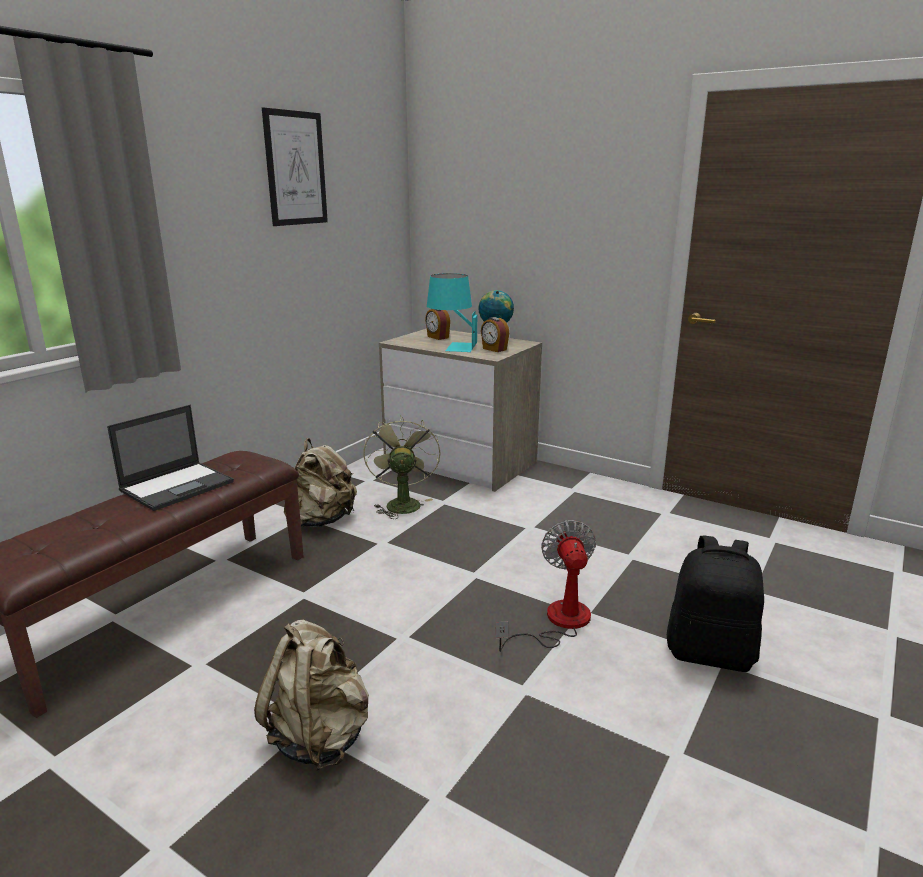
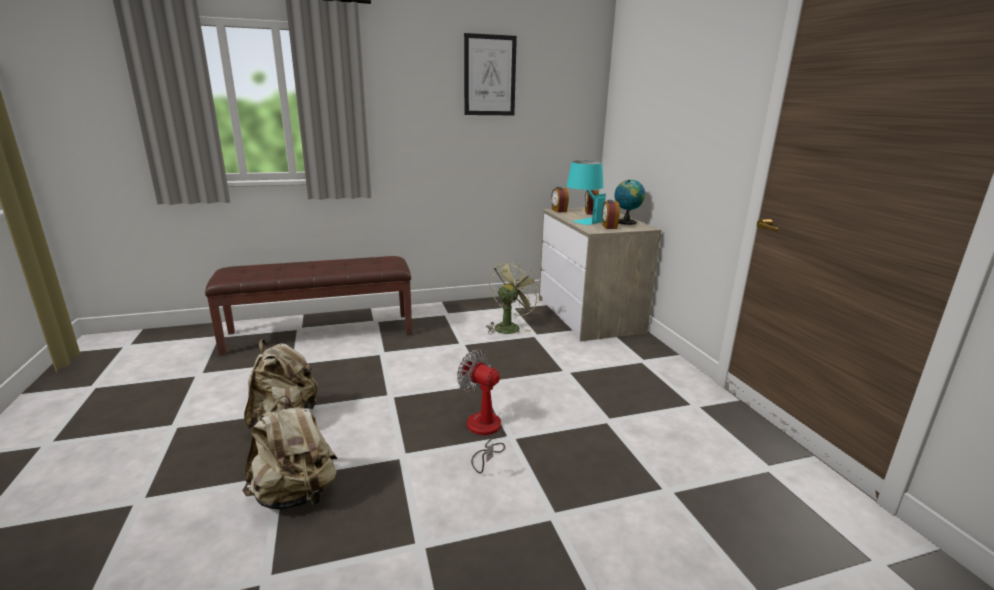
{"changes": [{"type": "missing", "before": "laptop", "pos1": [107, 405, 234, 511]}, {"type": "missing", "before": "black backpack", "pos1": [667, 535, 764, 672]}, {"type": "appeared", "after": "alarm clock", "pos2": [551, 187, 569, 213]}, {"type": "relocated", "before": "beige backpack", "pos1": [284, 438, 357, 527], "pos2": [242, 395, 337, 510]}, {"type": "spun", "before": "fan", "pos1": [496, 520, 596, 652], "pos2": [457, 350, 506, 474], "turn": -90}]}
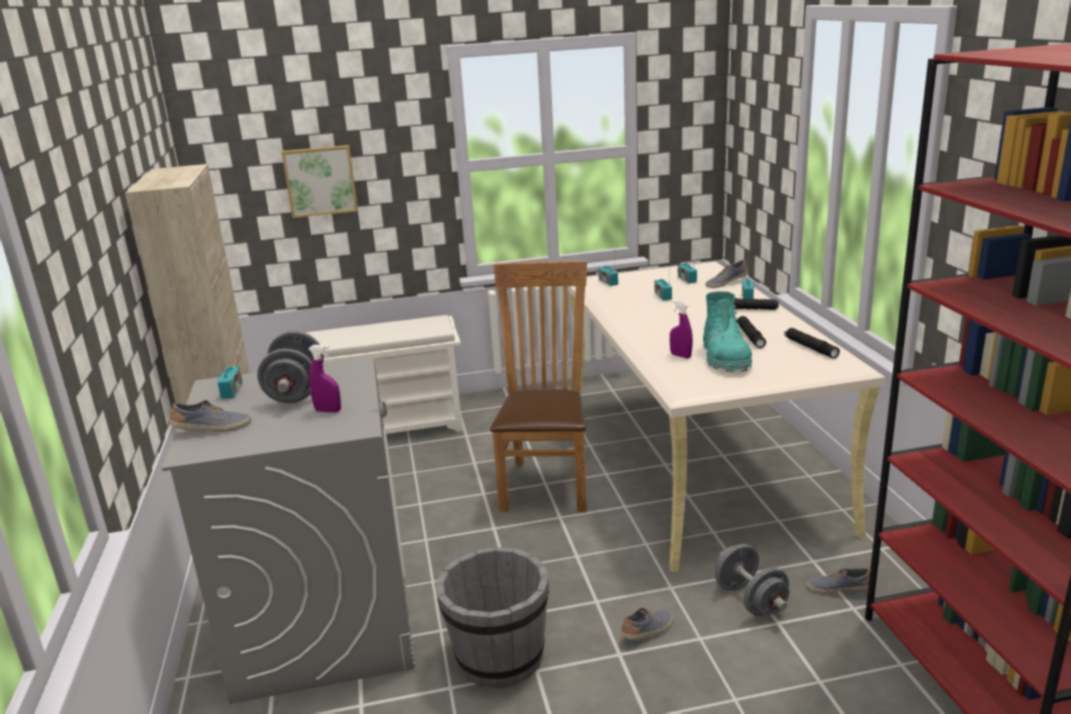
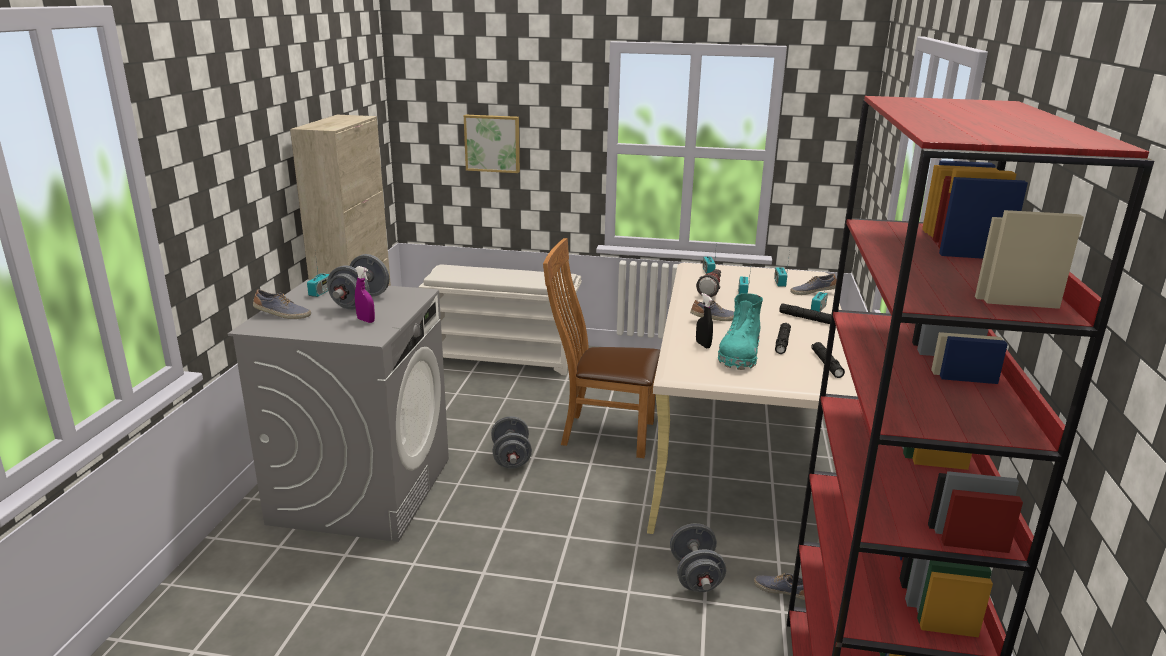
{"changes": [{"type": "missing", "before": "grey bucket", "pos1": [436, 547, 549, 689]}, {"type": "appeared", "after": "grey dumbbell", "pos2": [491, 416, 532, 469]}, {"type": "appeared", "after": "flashlight", "pos2": [696, 269, 721, 297]}, {"type": "relocated", "before": "shoe", "pos1": [621, 608, 673, 640], "pos2": [690, 300, 734, 321]}, {"type": "colour", "before": "purple spray bottle", "after": "black spray bottle", "pos1": [670, 300, 693, 359], "pos2": [696, 293, 713, 348]}, {"type": "spun", "before": "brown chair", "pos1": [490, 261, 587, 512], "pos2": [543, 238, 660, 458], "turn": -105}]}
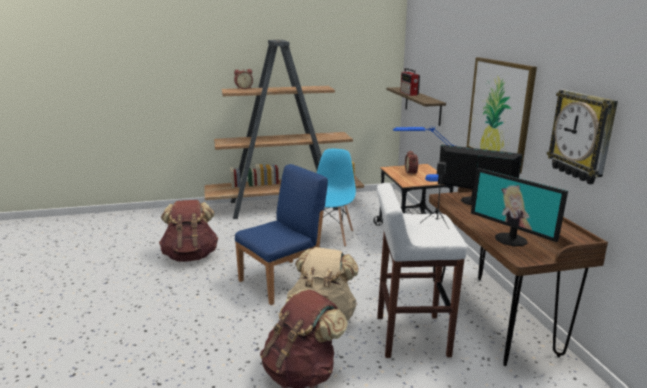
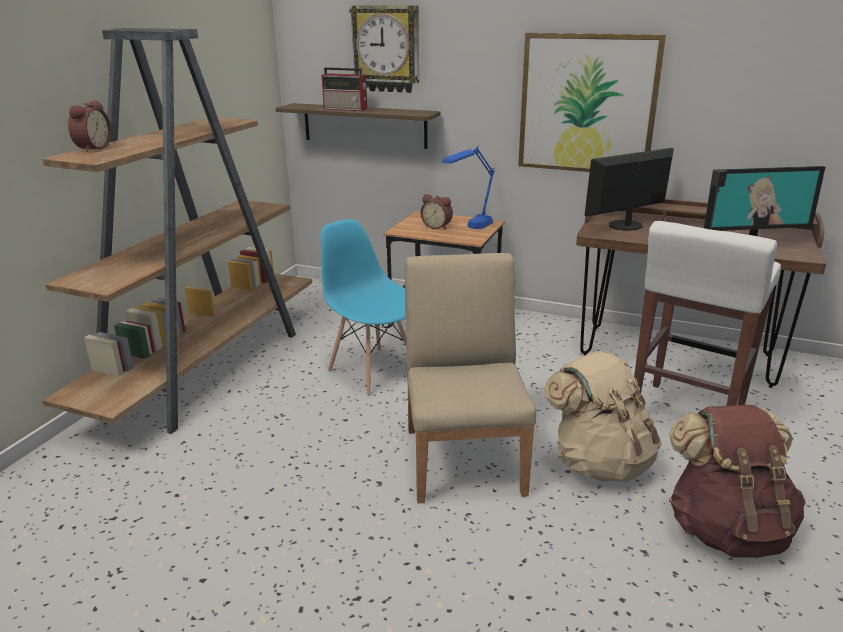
{"changes": [{"type": "missing", "before": "brown backpack", "pos1": [159, 200, 218, 262]}, {"type": "relocated", "before": "wall clock", "pos1": [547, 89, 618, 184], "pos2": [349, 6, 419, 93]}, {"type": "colour", "before": "blue chair", "after": "beige chair", "pos1": [235, 164, 328, 305], "pos2": [405, 253, 537, 504]}]}
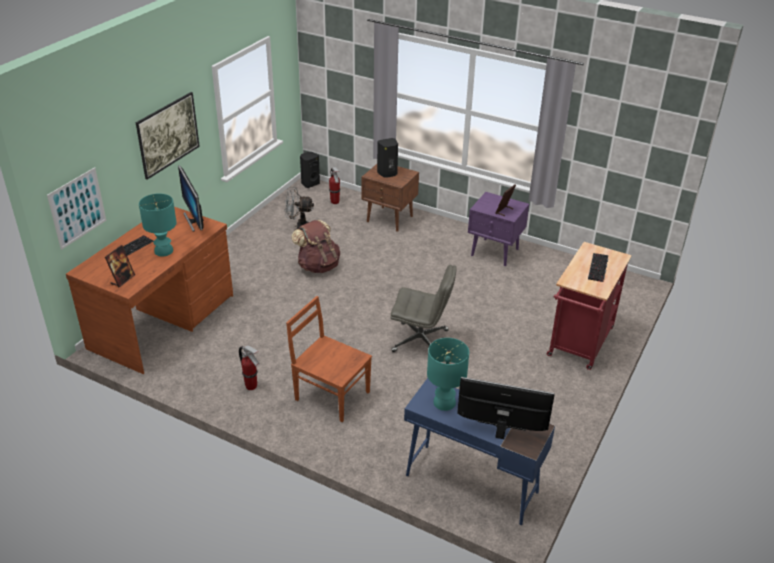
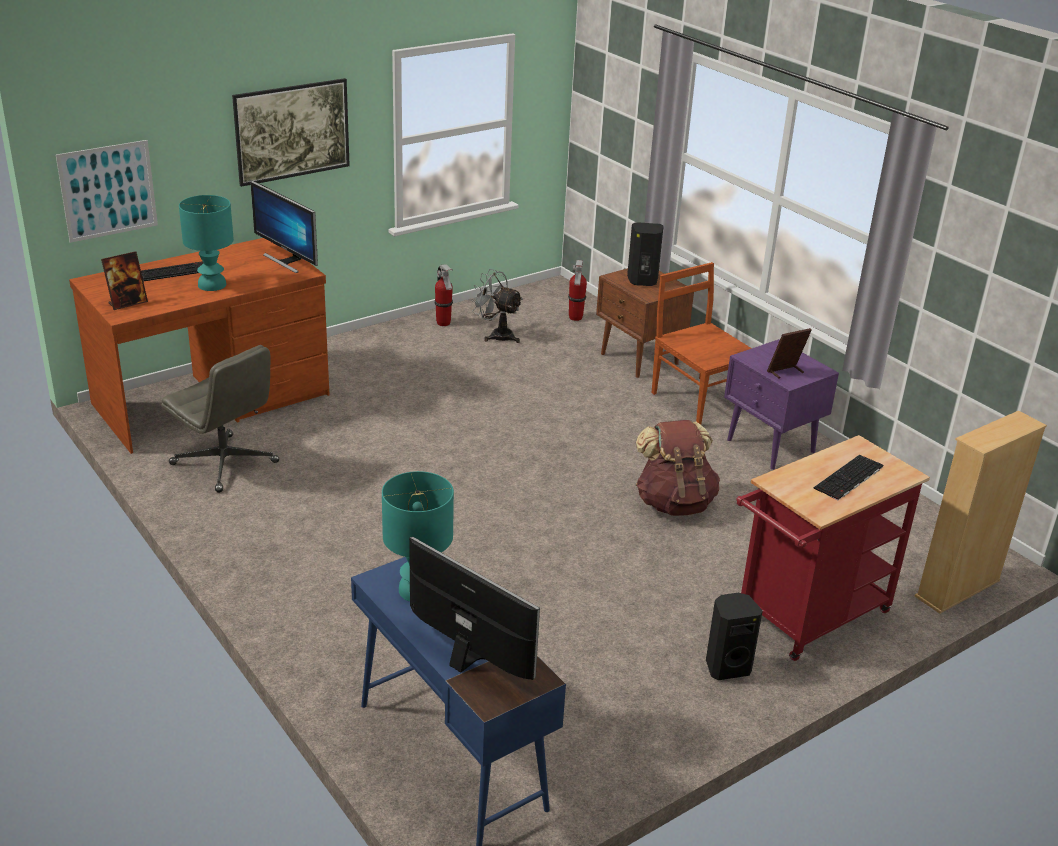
{"changes": [{"type": "appeared", "after": "beige bookcase", "pos2": [915, 411, 1047, 614]}, {"type": "relocated", "before": "fire extinguisher", "pos1": [239, 345, 259, 390], "pos2": [434, 264, 453, 326]}, {"type": "relocated", "before": "brown chair", "pos1": [286, 296, 372, 422], "pos2": [652, 262, 752, 425]}, {"type": "relocated", "before": "brown backpack", "pos1": [291, 220, 340, 273], "pos2": [636, 420, 720, 516]}, {"type": "relocated", "before": "black speaker", "pos1": [300, 152, 320, 188], "pos2": [706, 593, 763, 680]}, {"type": "relocated", "before": "grey office chair", "pos1": [390, 265, 457, 352], "pos2": [161, 345, 279, 493]}, {"type": "spun", "before": "monitor", "pos1": [178, 165, 204, 231], "pos2": [250, 181, 318, 273], "turn": -45}]}
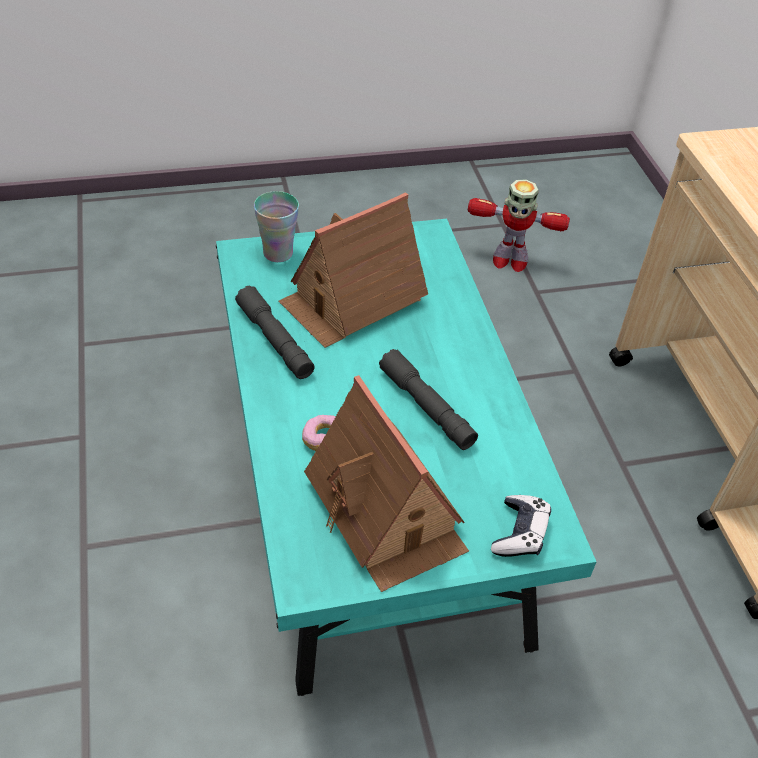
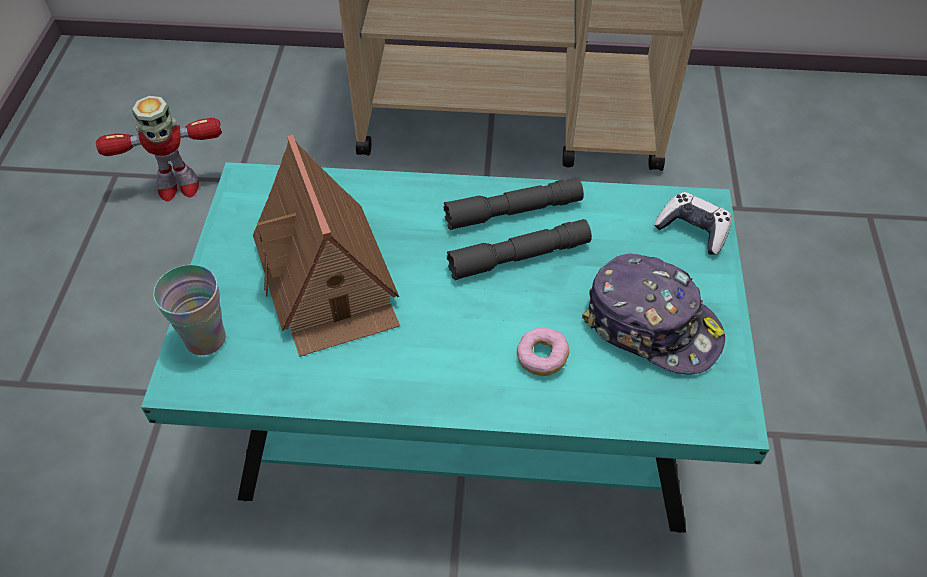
{"changes": [{"type": "relocated", "before": "grey flashlight", "pos1": [235, 286, 315, 379], "pos2": [444, 178, 584, 230]}, {"type": "exchanged", "before": "toy house", "after": "cap", "pos1": [304, 375, 469, 592], "pos2": [582, 253, 726, 375]}, {"type": "spun", "before": "toy robot", "pos1": [468, 179, 570, 272], "pos2": [96, 96, 222, 202], "turn": 45}]}
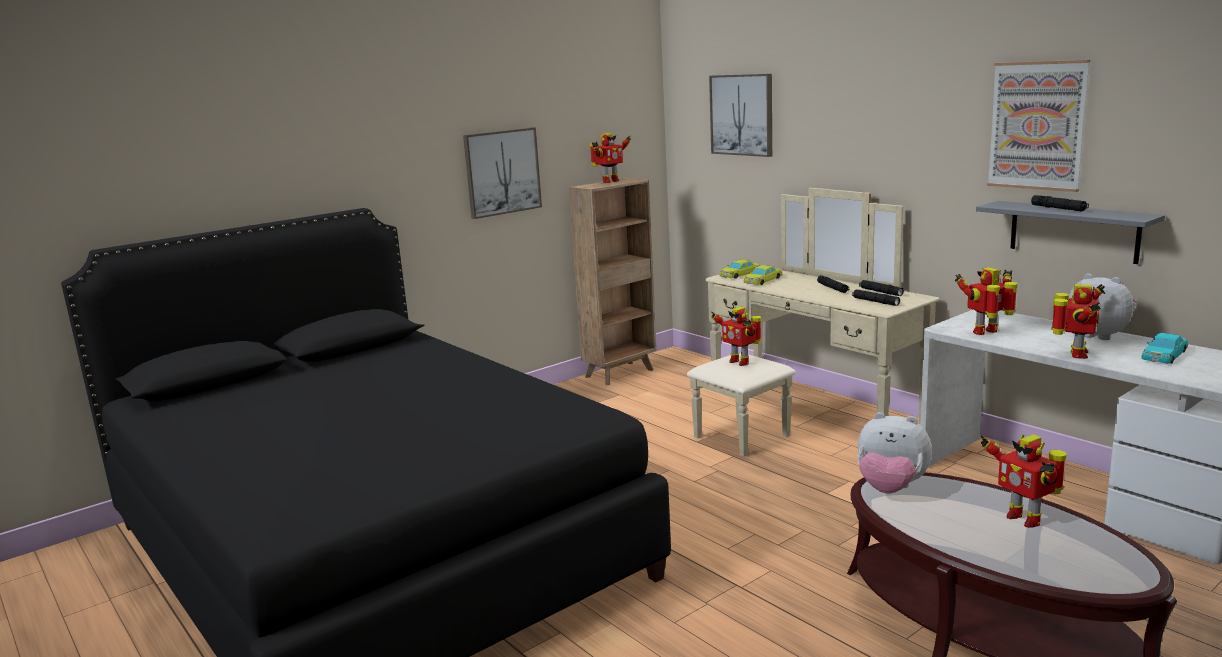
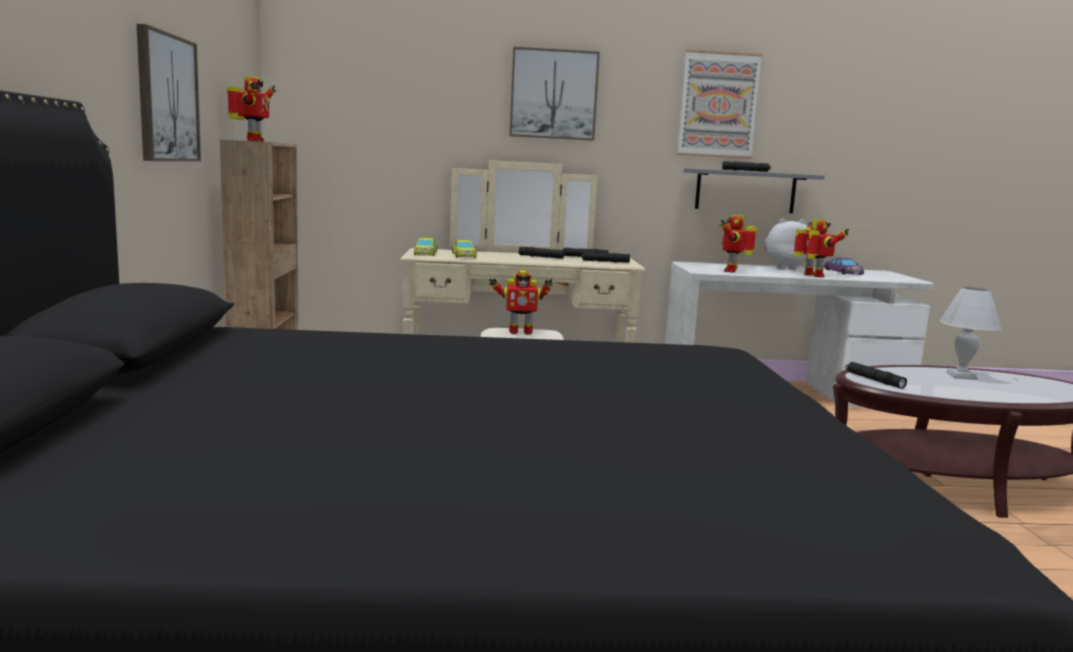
{"changes": [{"type": "relocated", "before": "picture", "pos1": [709, 74, 772, 157], "pos2": [510, 47, 600, 141]}, {"type": "exchanged", "before": "plush toy", "after": "black flashlight", "pos1": [857, 412, 932, 494], "pos2": [845, 362, 907, 389]}, {"type": "exchanged", "before": "toy robot", "after": "white table lamp", "pos1": [981, 434, 1067, 528], "pos2": [940, 287, 1001, 380]}, {"type": "colour", "before": "turquoise toy car", "after": "purple toy car", "pos1": [1141, 333, 1188, 364], "pos2": [824, 257, 864, 275]}]}
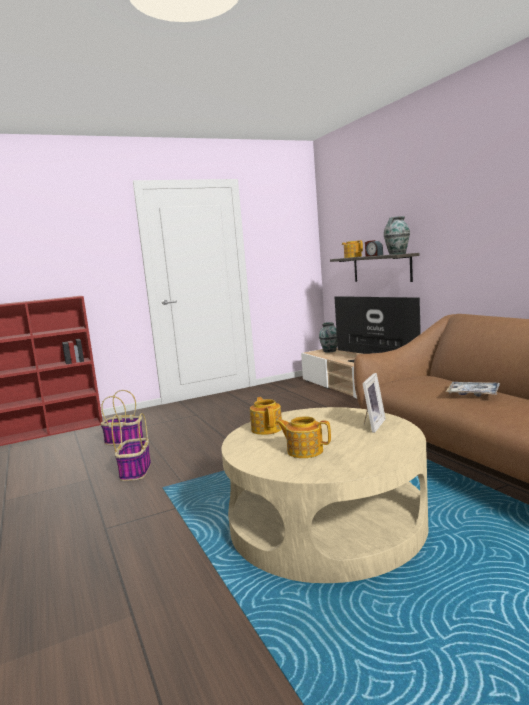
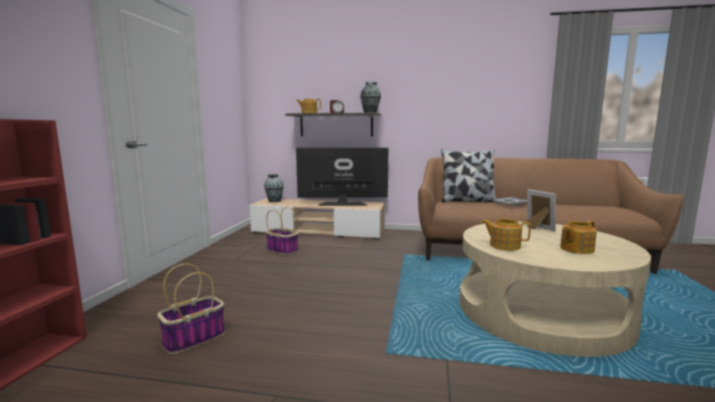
{"changes": [{"type": "appeared", "after": "pillow", "pos2": [441, 149, 497, 202]}, {"type": "relocated", "before": "basket", "pos1": [111, 413, 151, 481], "pos2": [265, 207, 298, 255]}]}
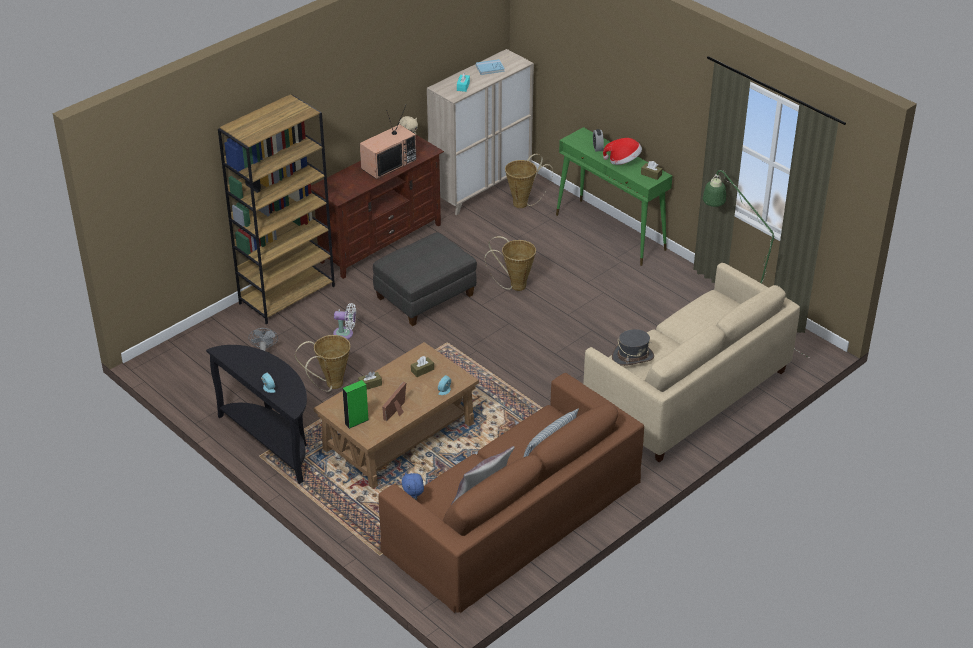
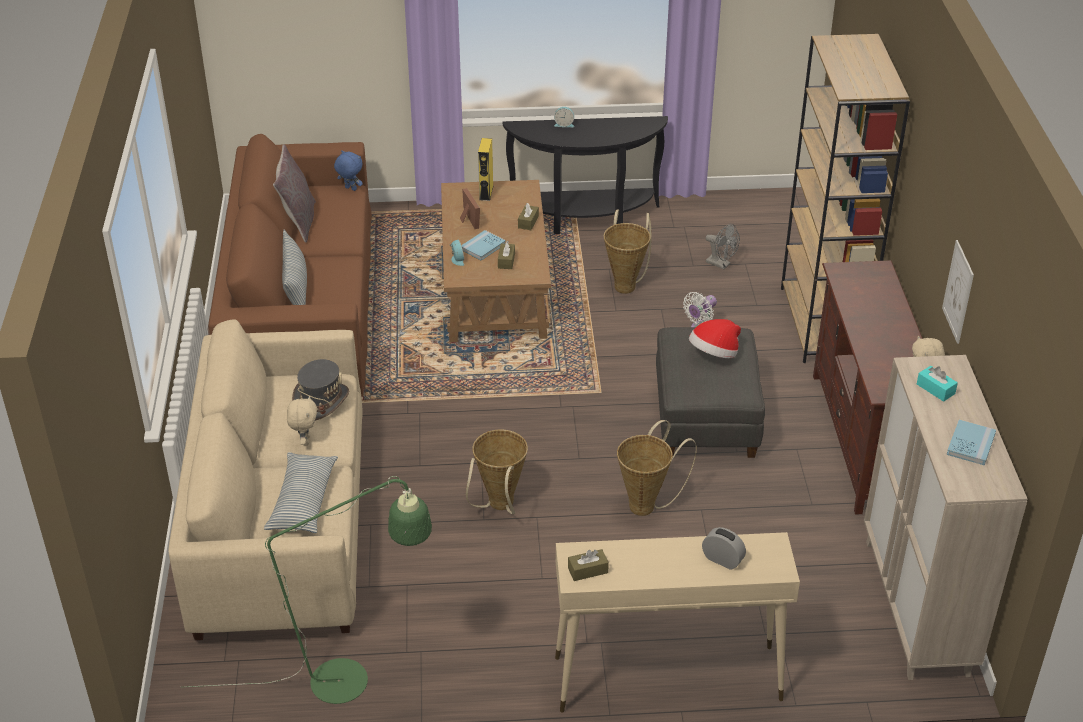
{"changes": [{"type": "missing", "before": "television", "pos1": [360, 105, 417, 179]}, {"type": "appeared", "after": "pillow", "pos2": [264, 452, 338, 533]}, {"type": "appeared", "after": "beige plush toy", "pos2": [287, 395, 317, 446]}, {"type": "appeared", "after": "blue book", "pos2": [461, 230, 506, 261]}, {"type": "appeared", "after": "picture", "pos2": [942, 240, 974, 344]}, {"type": "relocated", "before": "basket", "pos1": [505, 154, 553, 208], "pos2": [466, 430, 528, 514]}, {"type": "relocated", "before": "hat", "pos1": [603, 138, 642, 165], "pos2": [689, 319, 741, 358]}, {"type": "colour", "before": "green speaker", "after": "yellow speaker", "pos1": [342, 380, 369, 429], "pos2": [478, 138, 493, 201]}, {"type": "colour", "before": "green console table", "after": "beige console table", "pos1": [556, 127, 672, 266], "pos2": [555, 532, 800, 713]}]}
